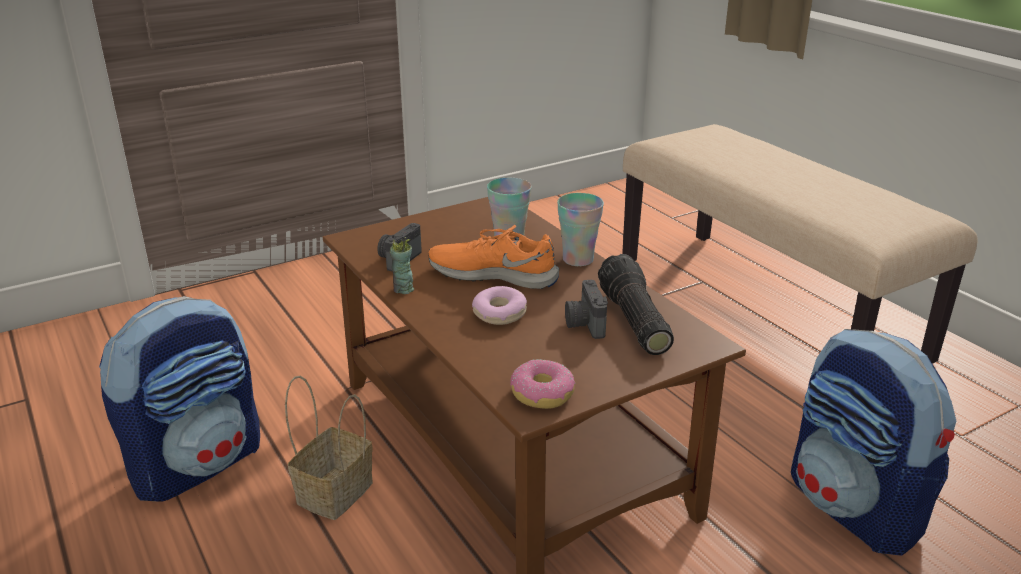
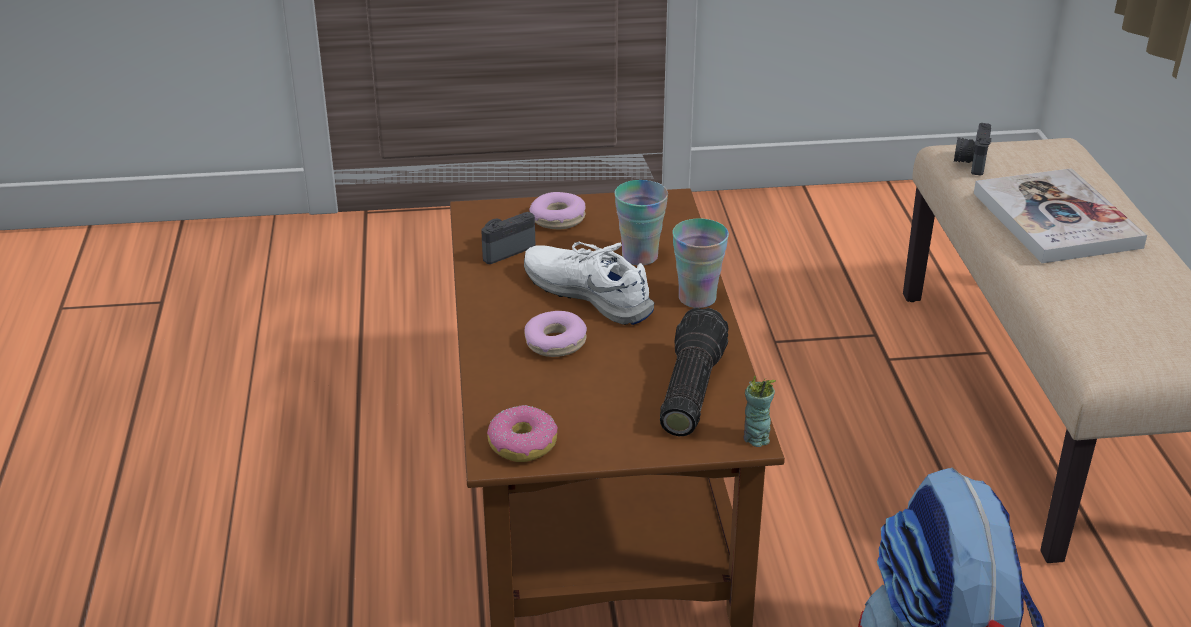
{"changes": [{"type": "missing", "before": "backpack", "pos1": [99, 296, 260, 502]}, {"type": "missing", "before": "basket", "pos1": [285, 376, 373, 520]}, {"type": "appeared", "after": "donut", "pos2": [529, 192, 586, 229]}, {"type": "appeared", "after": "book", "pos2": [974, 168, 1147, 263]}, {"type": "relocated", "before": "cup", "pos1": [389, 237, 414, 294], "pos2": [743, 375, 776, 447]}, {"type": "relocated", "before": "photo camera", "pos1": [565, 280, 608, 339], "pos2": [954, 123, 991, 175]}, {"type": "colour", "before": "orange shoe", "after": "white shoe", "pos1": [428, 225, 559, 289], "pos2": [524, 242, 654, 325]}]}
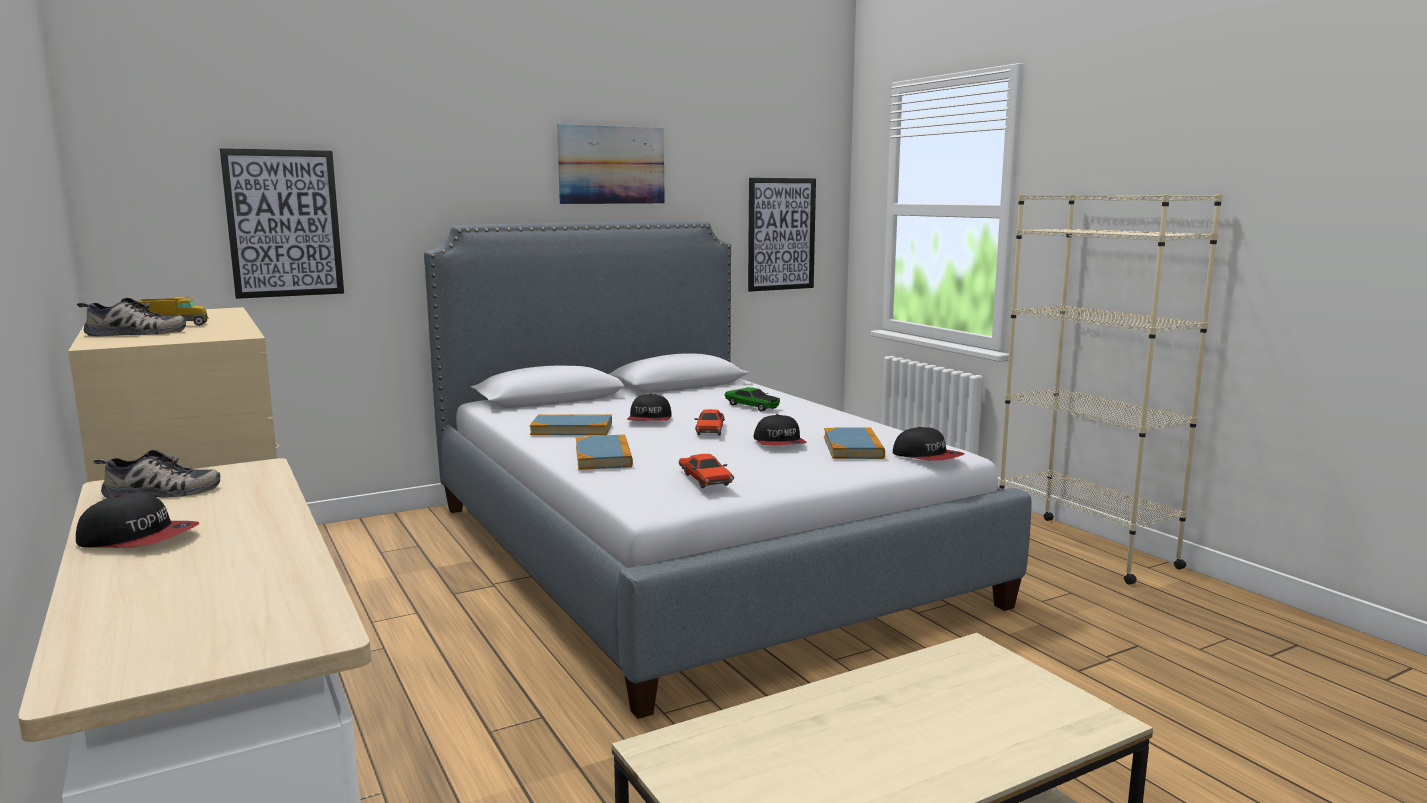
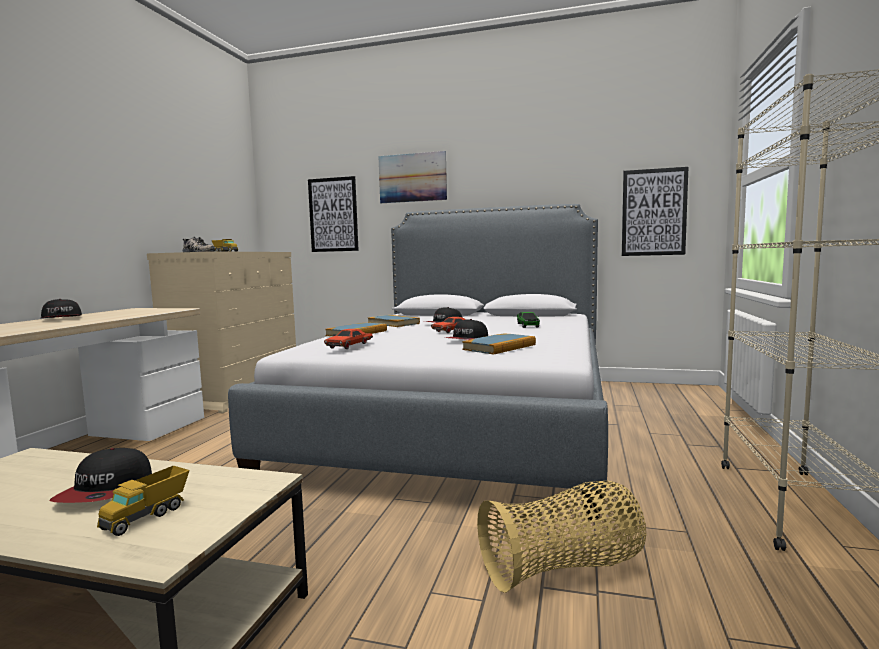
{"changes": [{"type": "missing", "before": "shoe", "pos1": [93, 450, 221, 498]}, {"type": "appeared", "after": "toy truck", "pos2": [97, 466, 189, 536]}, {"type": "appeared", "after": "basket", "pos2": [477, 481, 646, 593]}, {"type": "relocated", "before": "picture", "pos1": [557, 124, 665, 204], "pos2": [378, 151, 447, 203]}, {"type": "relocated", "before": "cap", "pos1": [893, 427, 965, 461], "pos2": [49, 448, 152, 503]}]}
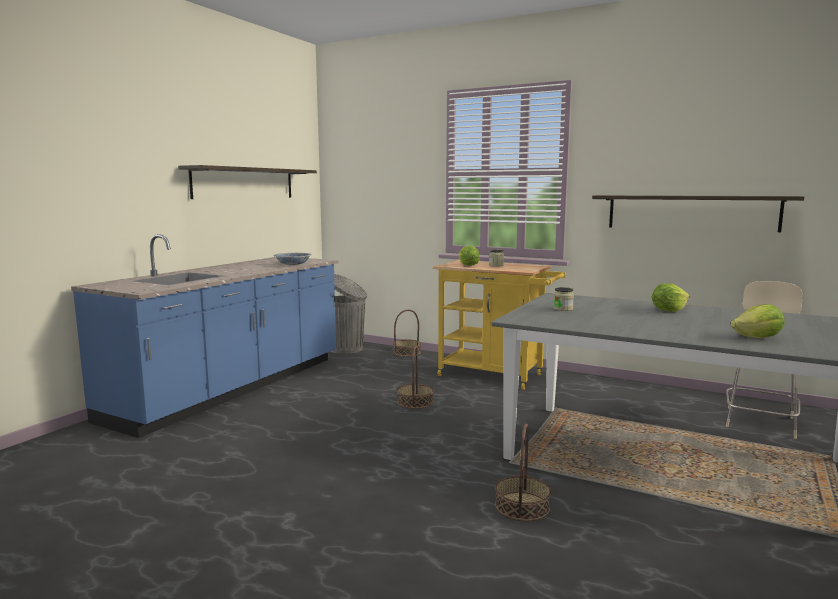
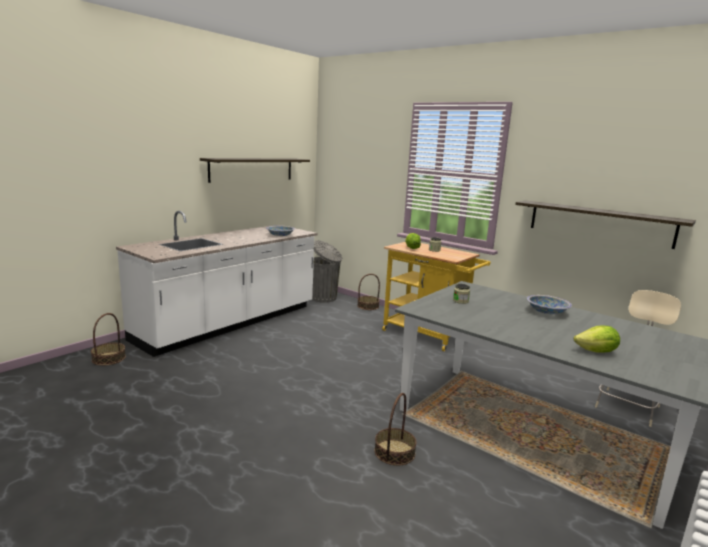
{"changes": [{"type": "relocated", "before": "basket", "pos1": [397, 346, 433, 409], "pos2": [91, 313, 126, 365]}, {"type": "exchanged", "before": "lettuce", "after": "bowl", "pos1": [652, 283, 689, 312], "pos2": [527, 295, 572, 314]}, {"type": "colour", "before": "blue counter", "after": "white counter", "pos1": [71, 234, 338, 438], "pos2": [116, 211, 318, 357]}]}
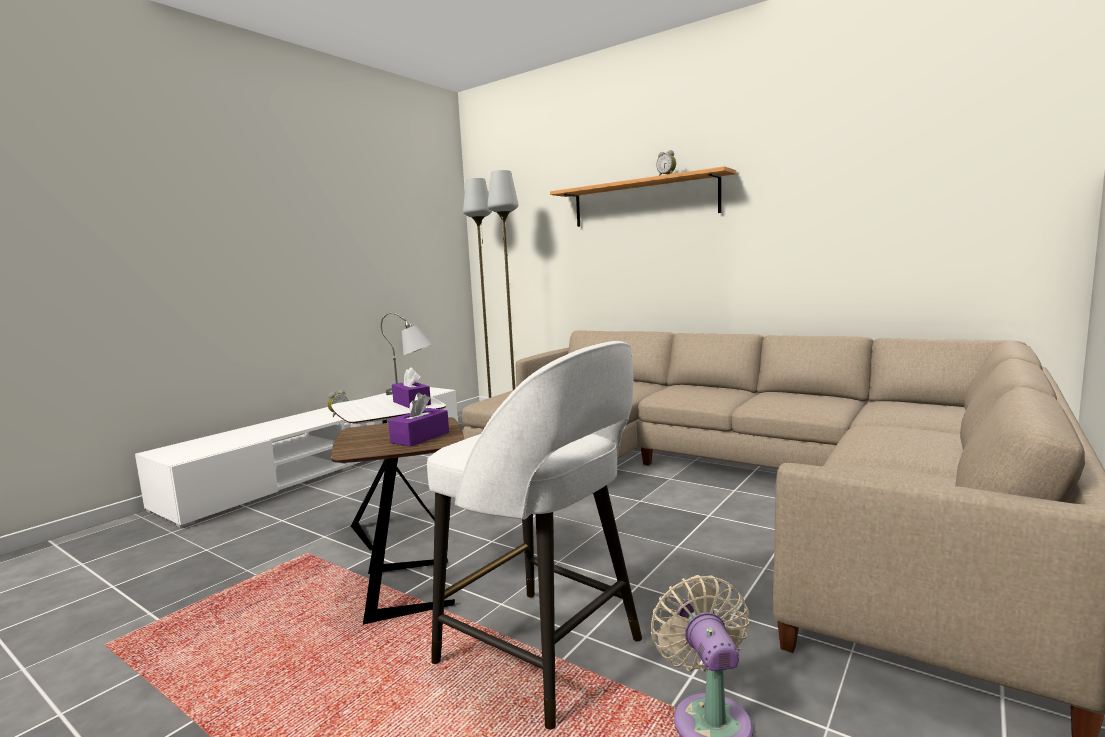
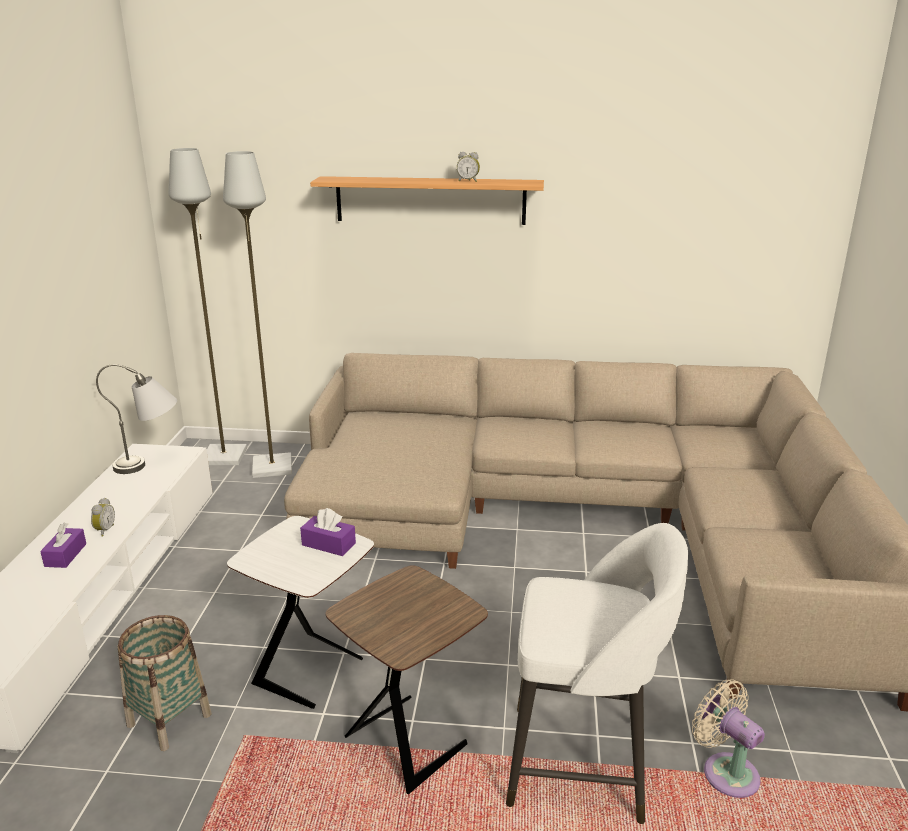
{"changes": [{"type": "appeared", "after": "basket", "pos2": [117, 615, 212, 751]}, {"type": "relocated", "before": "purple tissue box", "pos1": [388, 393, 449, 447], "pos2": [40, 523, 86, 568]}]}
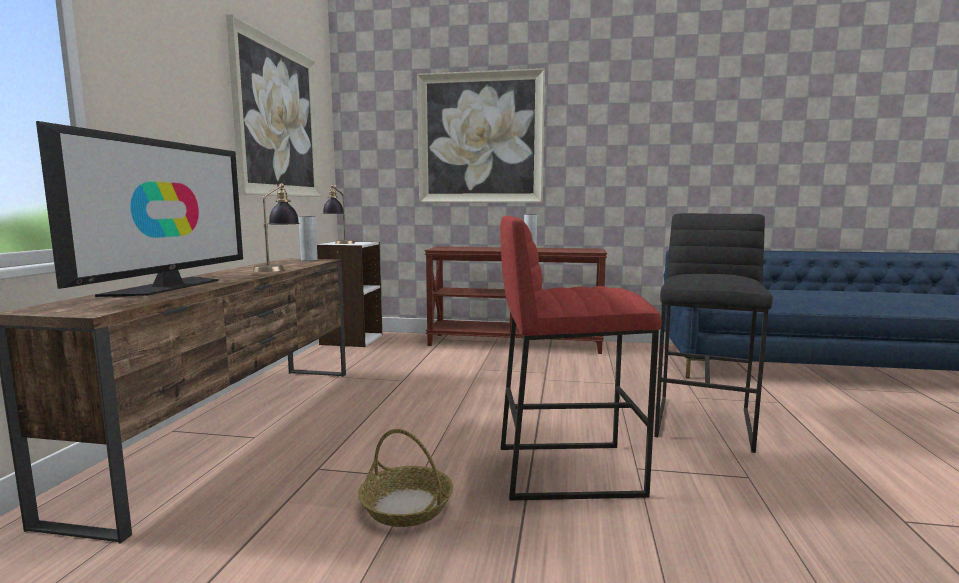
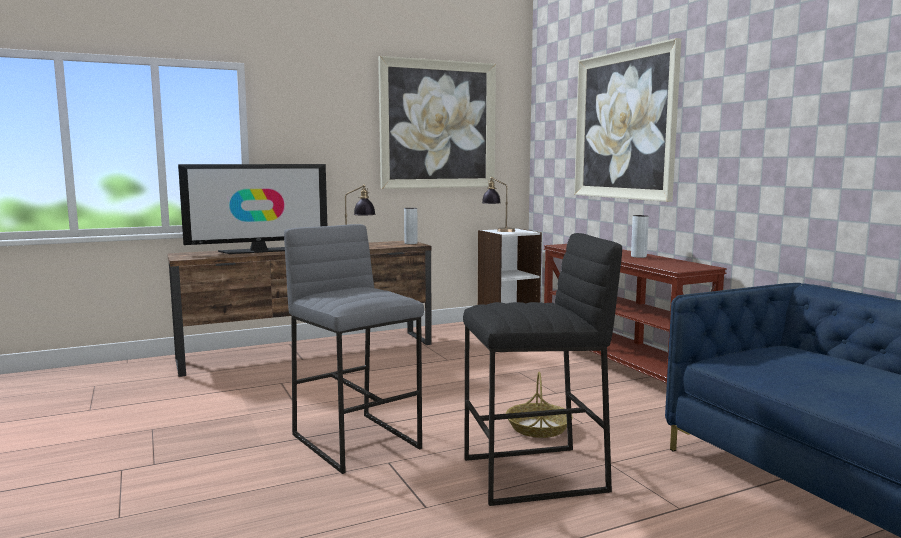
{"changes": [{"type": "relocated", "before": "basket", "pos1": [358, 429, 453, 527], "pos2": [506, 372, 573, 438]}, {"type": "colour", "before": "red stool", "after": "grey stool", "pos1": [500, 216, 662, 500], "pos2": [284, 224, 424, 474]}]}
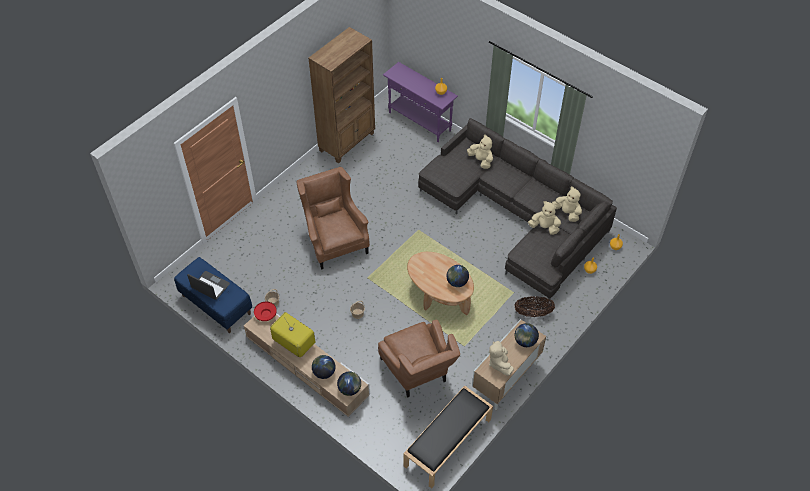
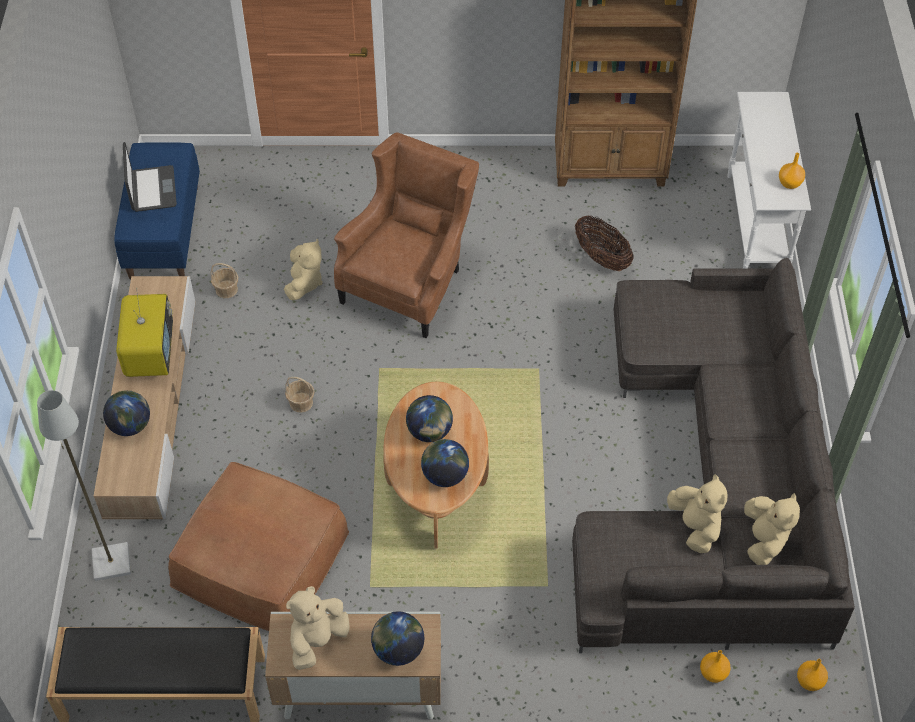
{"changes": [{"type": "missing", "before": "red bowl", "pos1": [254, 302, 277, 321]}, {"type": "appeared", "after": "grey floor lamp", "pos2": [37, 390, 131, 581]}, {"type": "relocated", "before": "globe", "pos1": [337, 371, 361, 396], "pos2": [406, 395, 453, 442]}, {"type": "relocated", "before": "beige plush toy", "pos1": [467, 134, 493, 169], "pos2": [284, 239, 323, 300]}, {"type": "relocated", "before": "basket", "pos1": [514, 296, 555, 317], "pos2": [575, 215, 634, 271]}, {"type": "exchanged", "before": "brown armchair", "after": "brown ottoman", "pos1": [378, 320, 460, 398], "pos2": [168, 462, 349, 631]}, {"type": "colour", "before": "purple console table", "after": "white console table", "pos1": [383, 62, 458, 142], "pos2": [727, 92, 811, 269]}]}
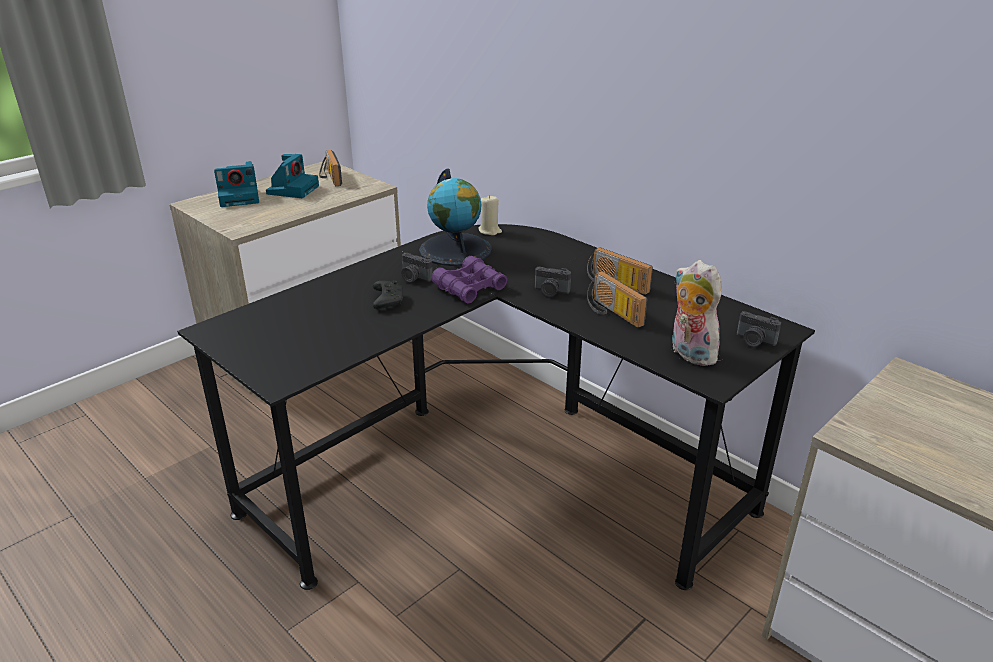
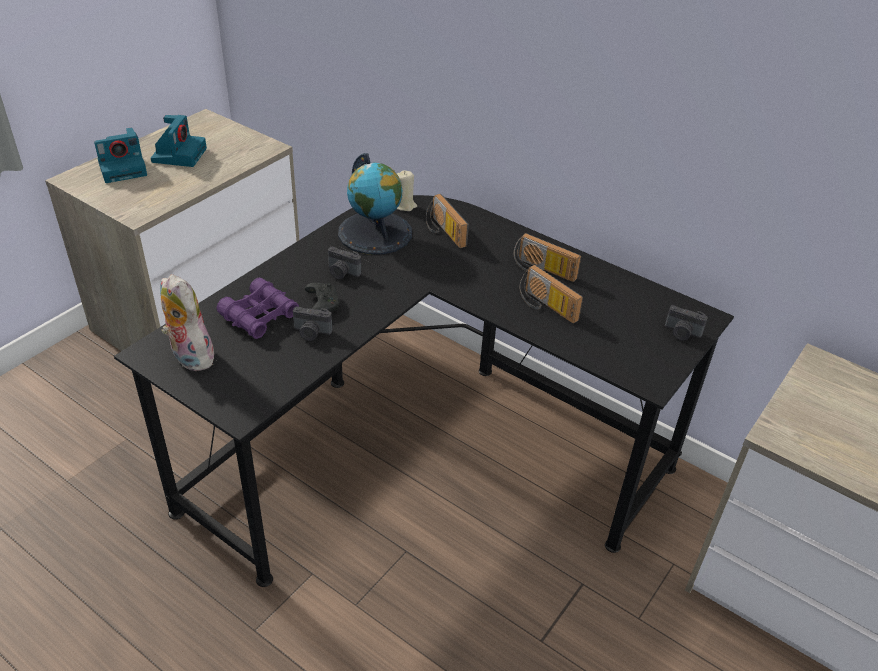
{"changes": [{"type": "relocated", "before": "radio", "pos1": [319, 150, 342, 186], "pos2": [426, 194, 469, 248]}, {"type": "relocated", "before": "purple binoculars", "pos1": [431, 256, 507, 304], "pos2": [217, 278, 299, 339]}, {"type": "relocated", "before": "photo camera", "pos1": [535, 267, 571, 297], "pos2": [293, 307, 332, 341]}, {"type": "relocated", "before": "plush toy", "pos1": [672, 260, 723, 366], "pos2": [160, 274, 218, 371]}]}
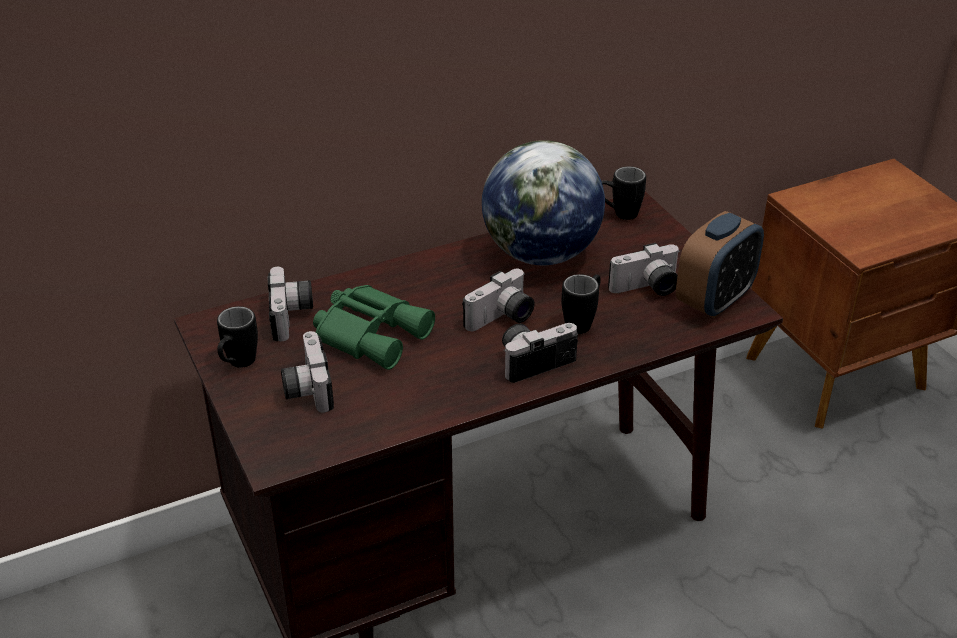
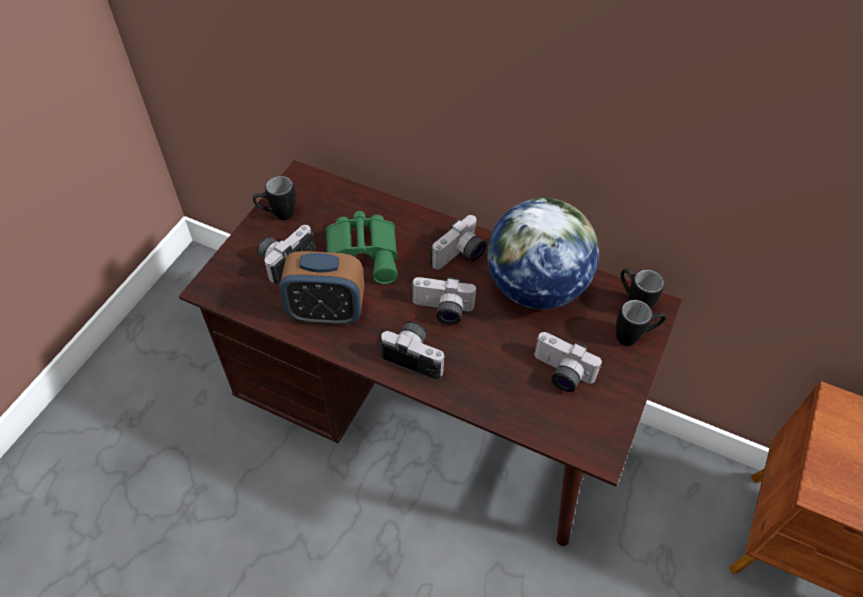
{"changes": [{"type": "relocated", "before": "photo camera", "pos1": [267, 267, 313, 341], "pos2": [430, 215, 486, 270]}, {"type": "relocated", "before": "black mug", "pos1": [562, 274, 601, 334], "pos2": [616, 300, 665, 346]}, {"type": "relocated", "before": "alarm clock", "pos1": [676, 211, 764, 318], "pos2": [279, 251, 364, 325]}]}
